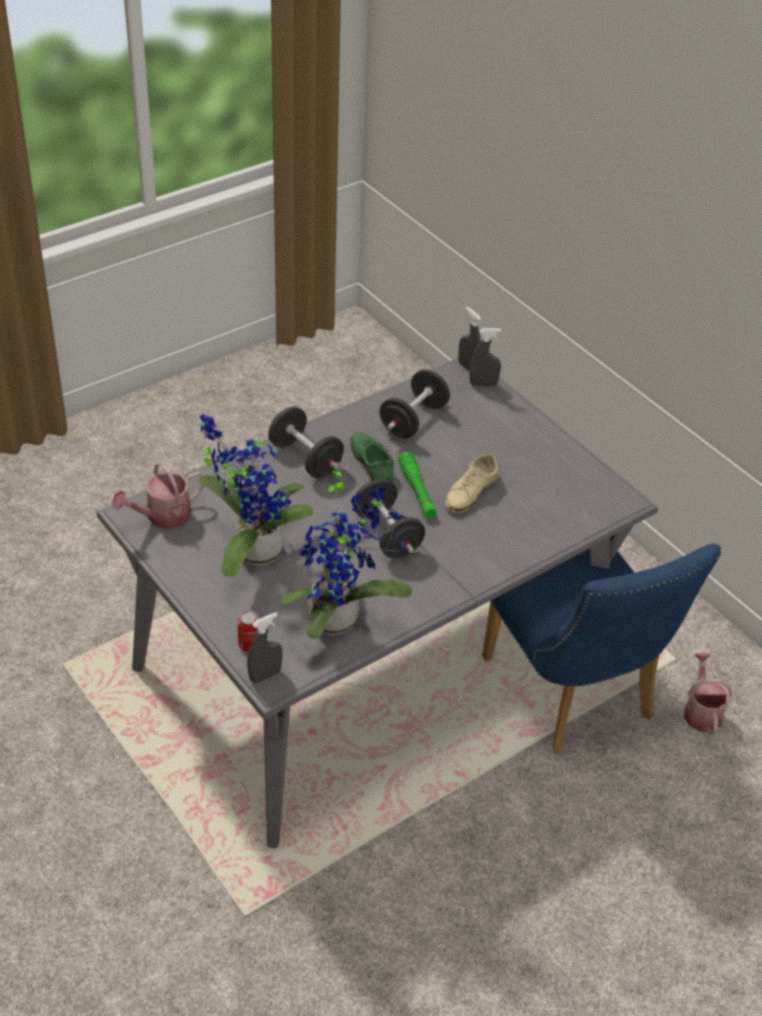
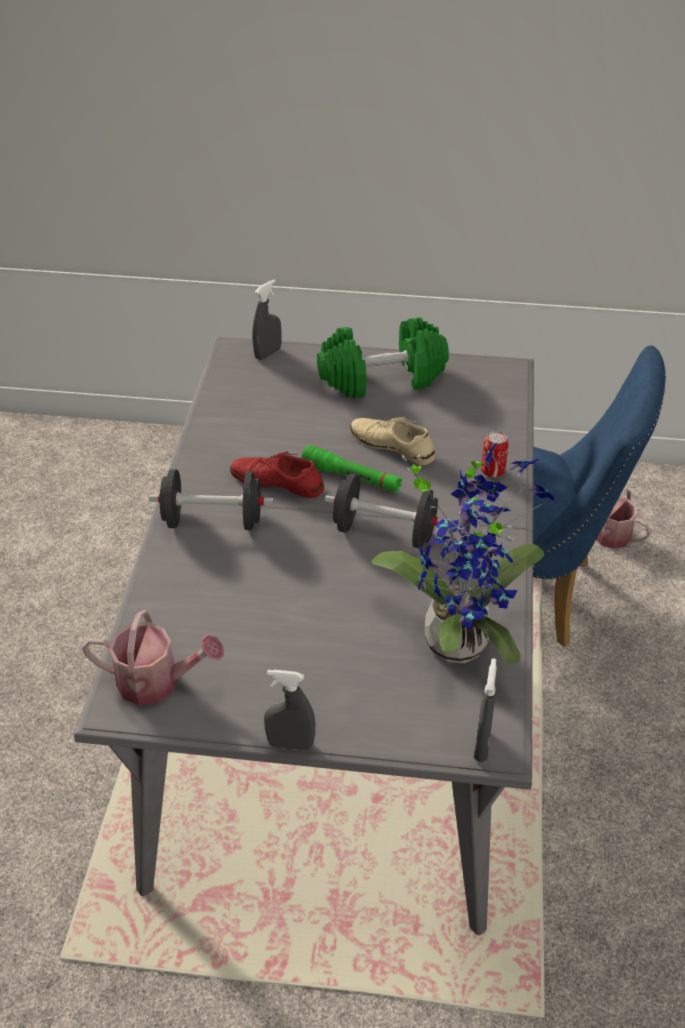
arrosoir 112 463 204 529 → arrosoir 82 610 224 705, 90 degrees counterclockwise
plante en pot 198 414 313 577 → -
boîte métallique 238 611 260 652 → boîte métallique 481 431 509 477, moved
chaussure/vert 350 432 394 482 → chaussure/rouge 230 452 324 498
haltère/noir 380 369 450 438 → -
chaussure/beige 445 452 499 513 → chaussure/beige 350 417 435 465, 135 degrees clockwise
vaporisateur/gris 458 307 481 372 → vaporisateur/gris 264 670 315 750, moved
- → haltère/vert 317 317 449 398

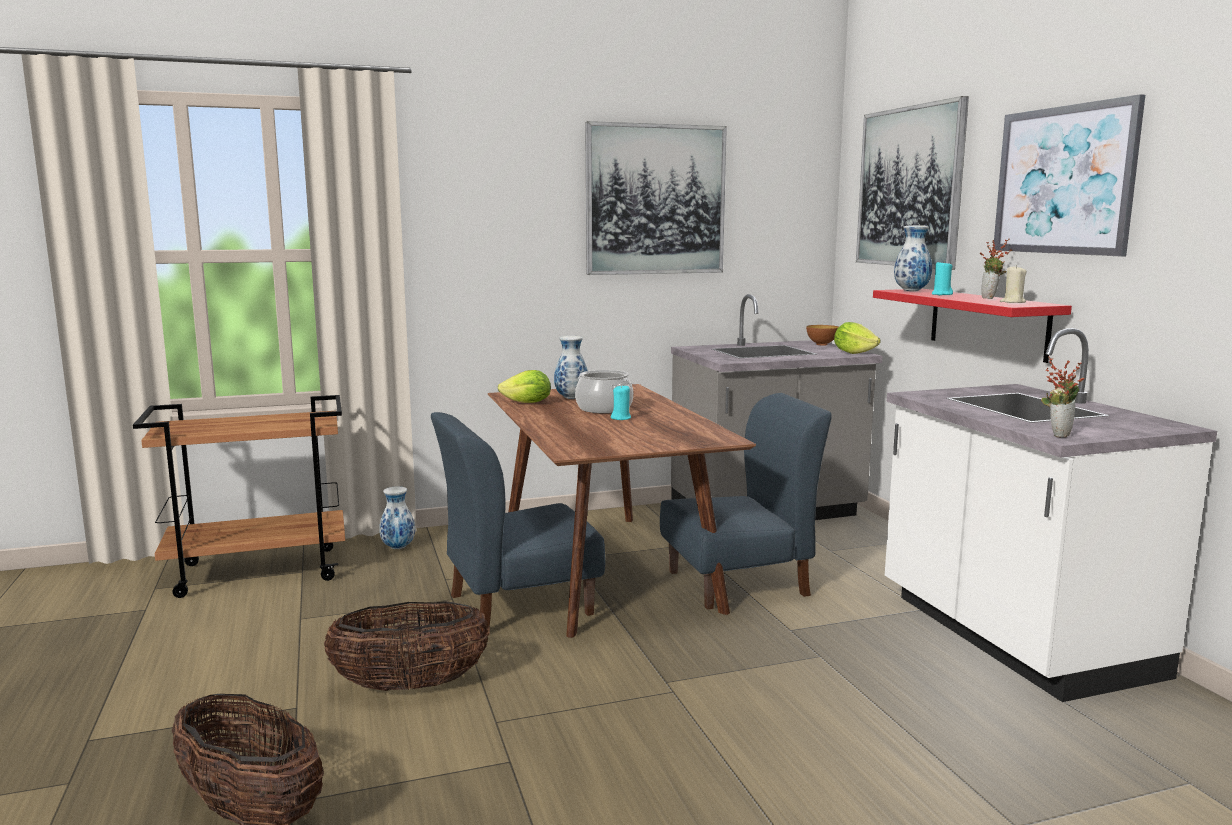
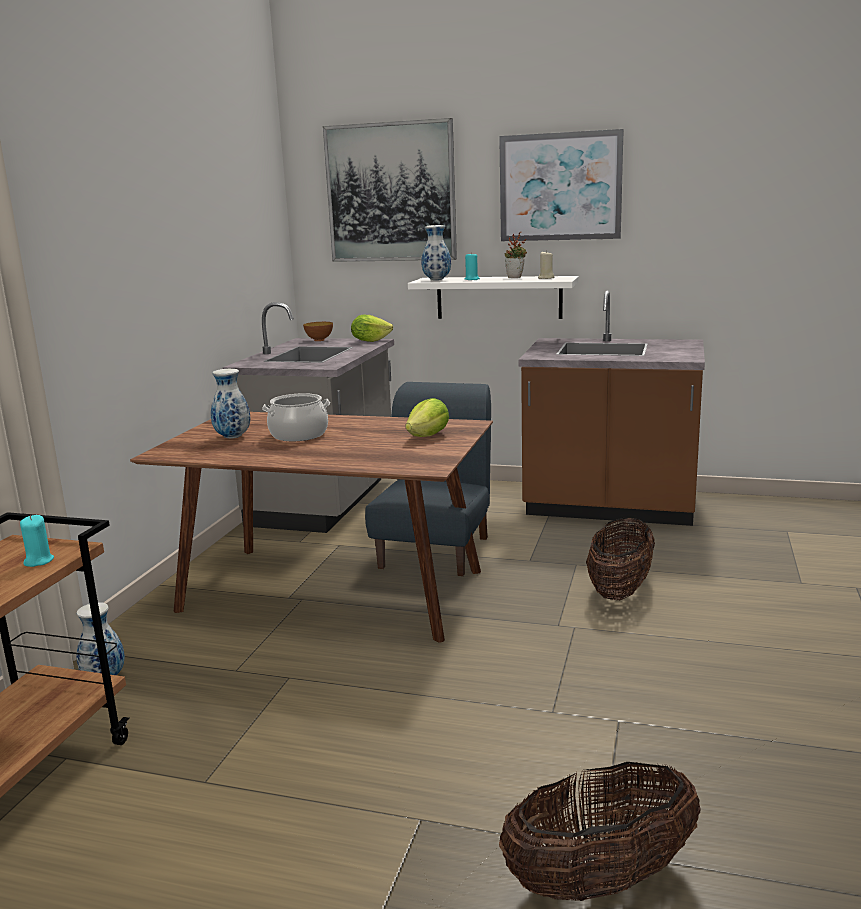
panier 324 601 490 691 → panier 586 518 655 600, moved
chaise/bleu 431 412 605 626 → -
laitue 498 370 551 403 → laitue 405 398 449 437, moved
tableau 585 121 727 275 → -
bougie/turquoise 611 384 631 420 → bougie/turquoise 20 515 54 567, moved
étagère/rouge 873 289 1072 363 → étagère/blanc 408 276 579 319
comptoir de cuisine/blanc 885 328 1217 702 → comptoir de cuisine/marron 519 290 705 526
plante en pot 1041 356 1085 437 → -

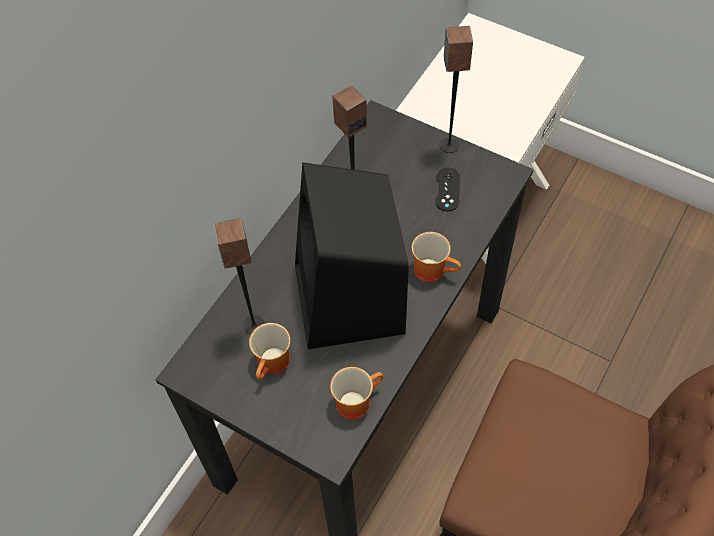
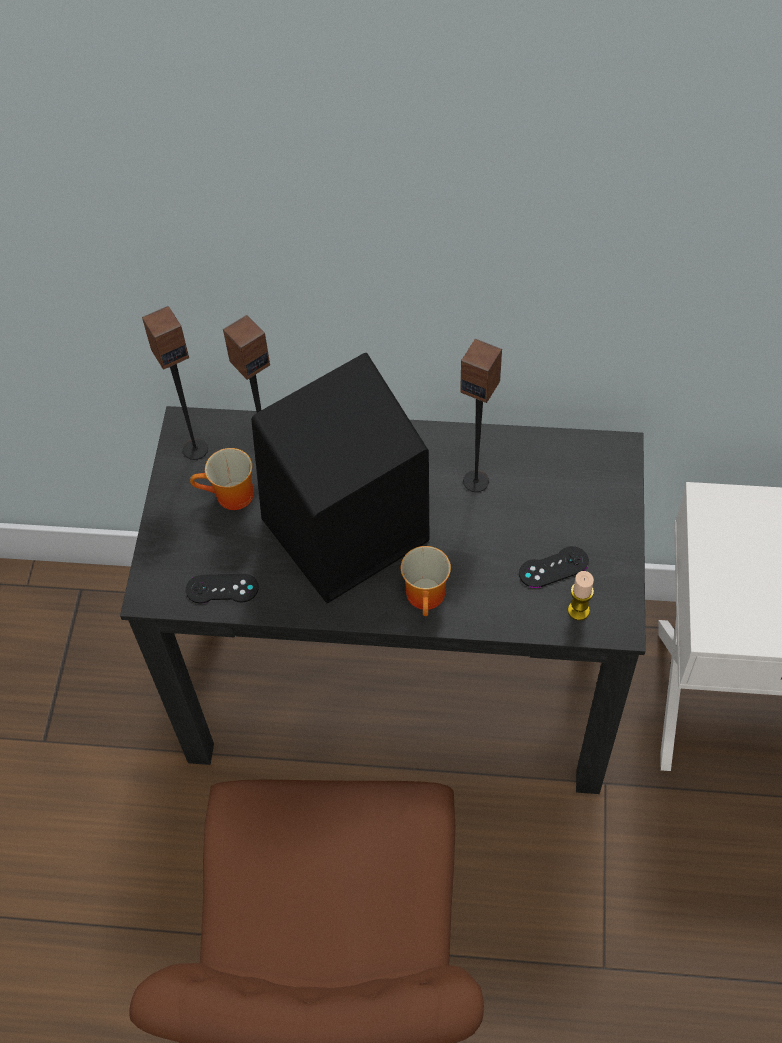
mug 330 367 383 420 → manette/noir 186 574 259 604
enceinte 440 26 473 153 → enceinte 142 306 208 460, moved
- → bougie 568 571 594 621

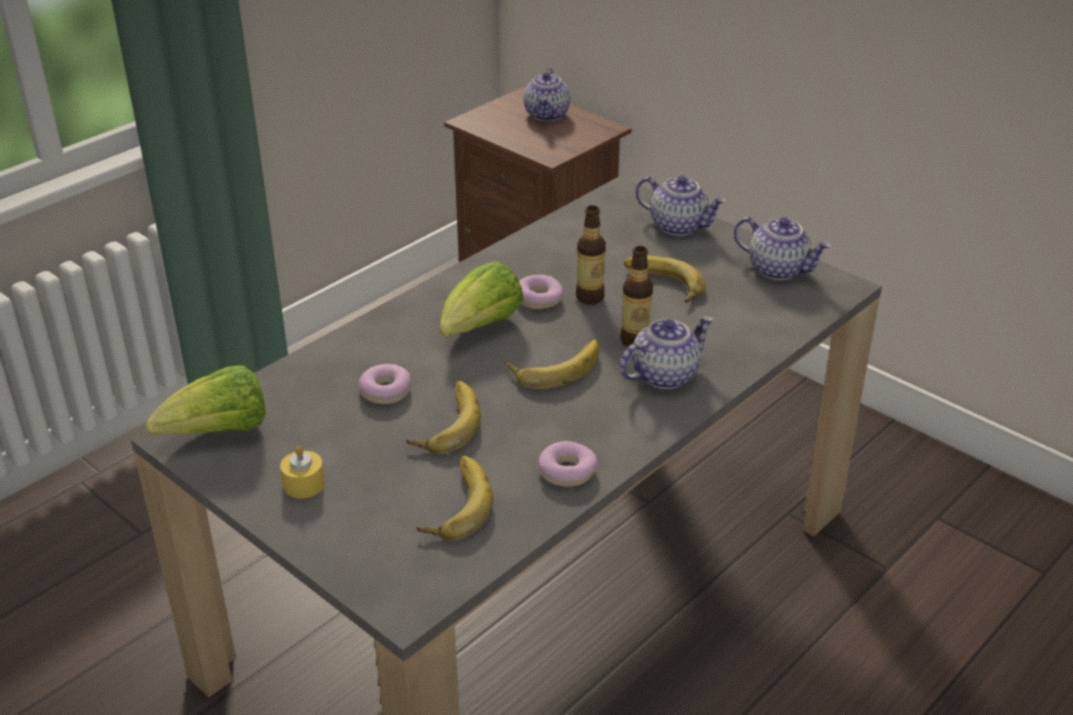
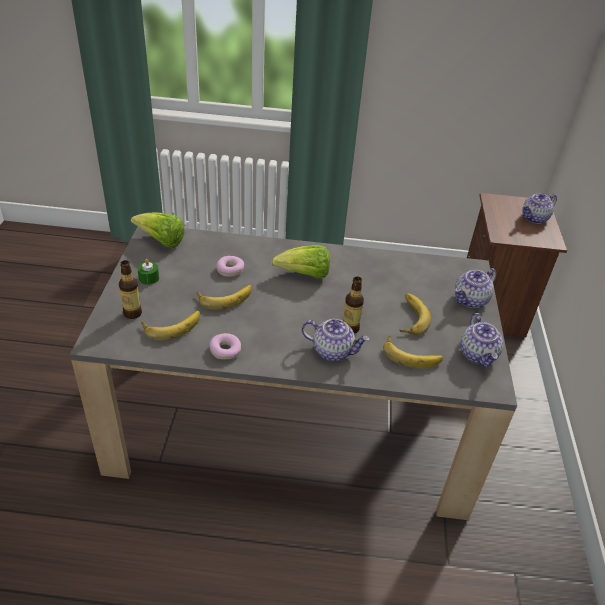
bougie/jaune 280 446 325 499 → bougie/vert 137 259 159 285
banane 506 339 599 389 → banane 383 334 443 368, moved
beignet 519 275 564 309 → -
bouteille 576 205 606 305 → bouteille 119 260 142 319, moved
théière 636 175 726 236 → théière 455 268 496 308, 60 degrees clockwise

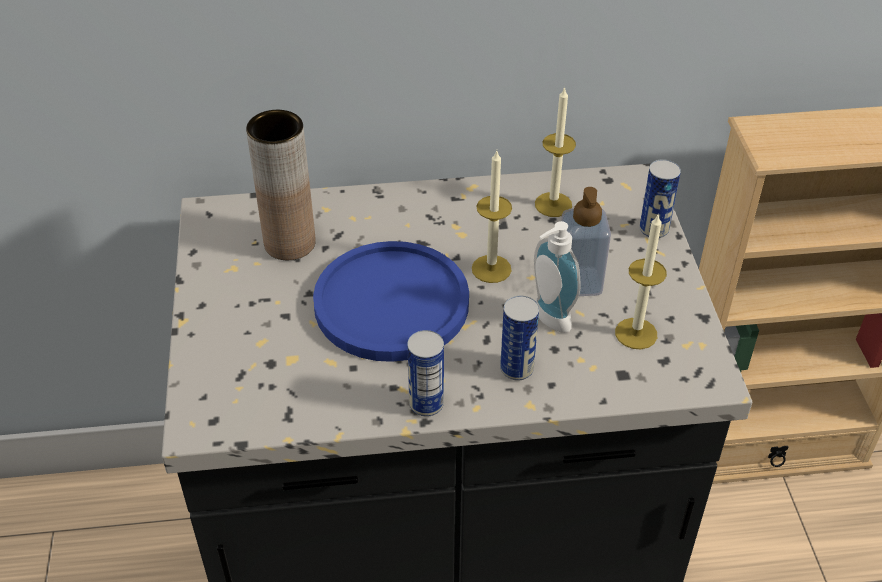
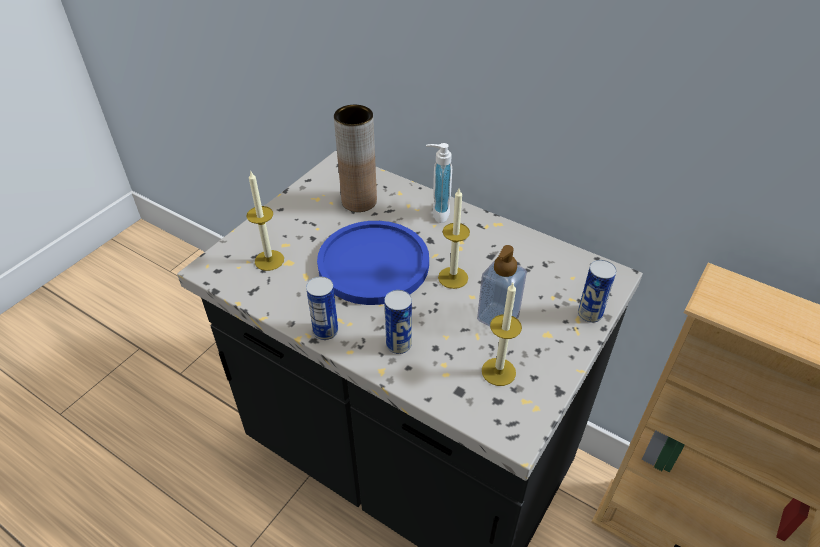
distributeur de savon 534 221 580 333 → distributeur de savon 426 143 452 223, moved
bougie 535 87 576 217 → bougie 246 172 284 271, moved

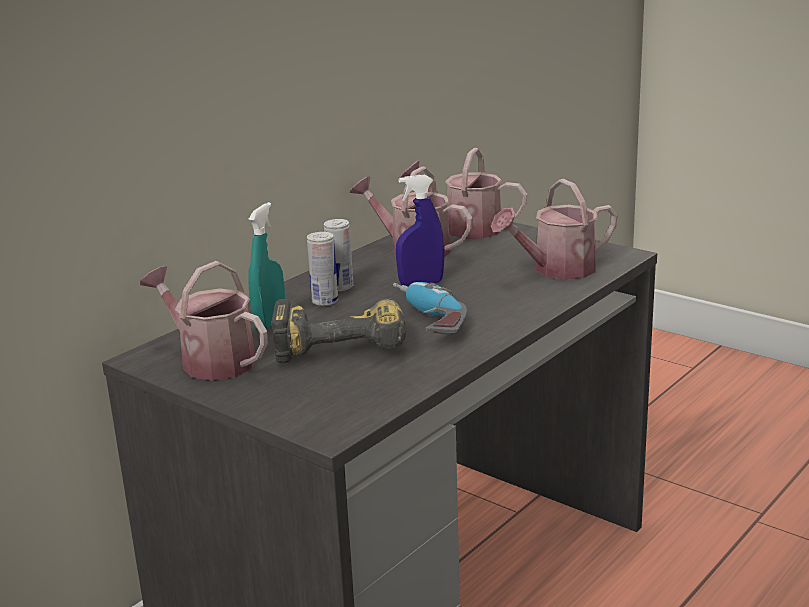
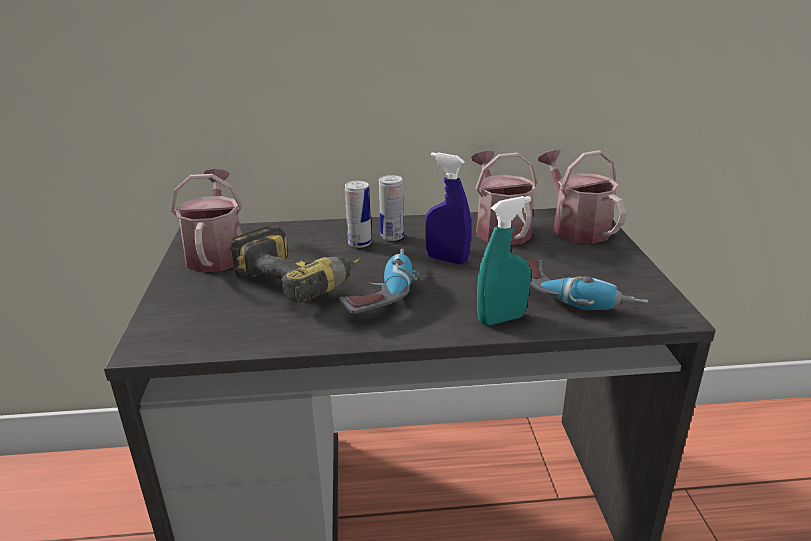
vaporisateur/turquoise 249 202 285 330 → vaporisateur/turquoise 477 196 531 325, moved
arrosoir 491 179 617 280 → perceuse 526 260 648 310

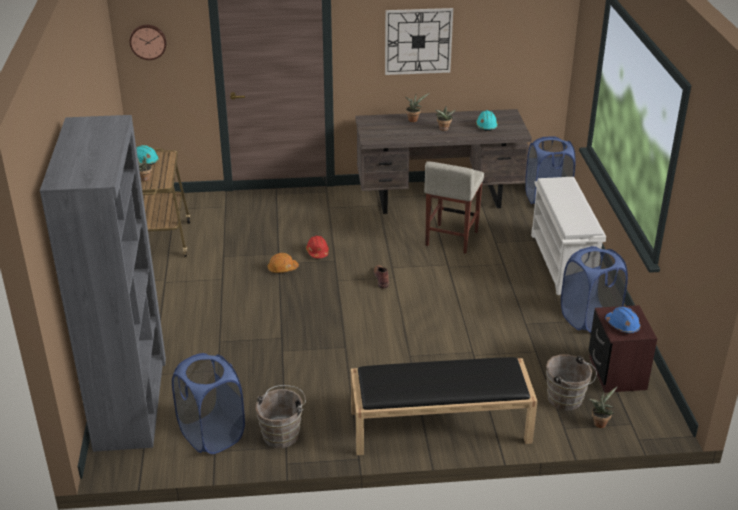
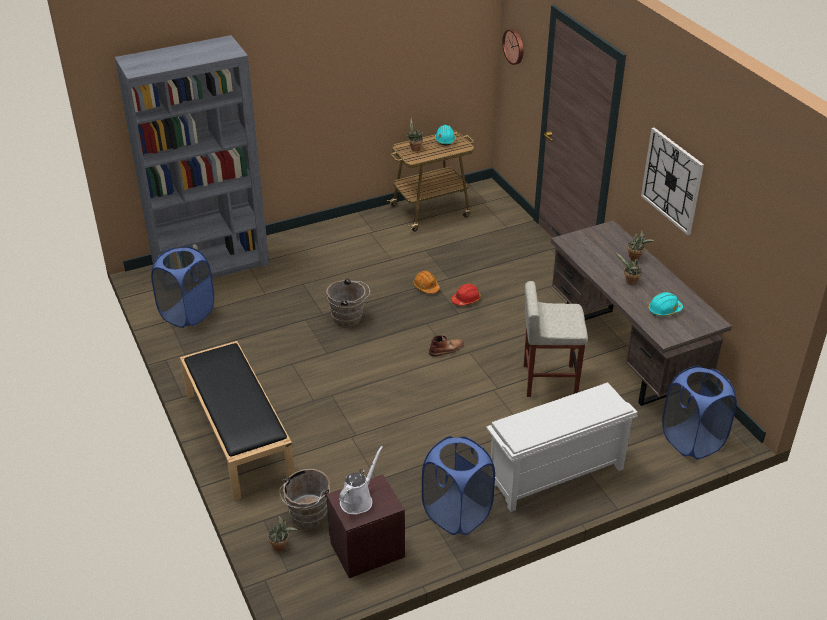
seau/marron 255 385 306 448 → seau/marron 326 278 370 327, moved
casque de chantier/bleu 605 306 641 334 → arrosoir/blanc 339 446 383 515

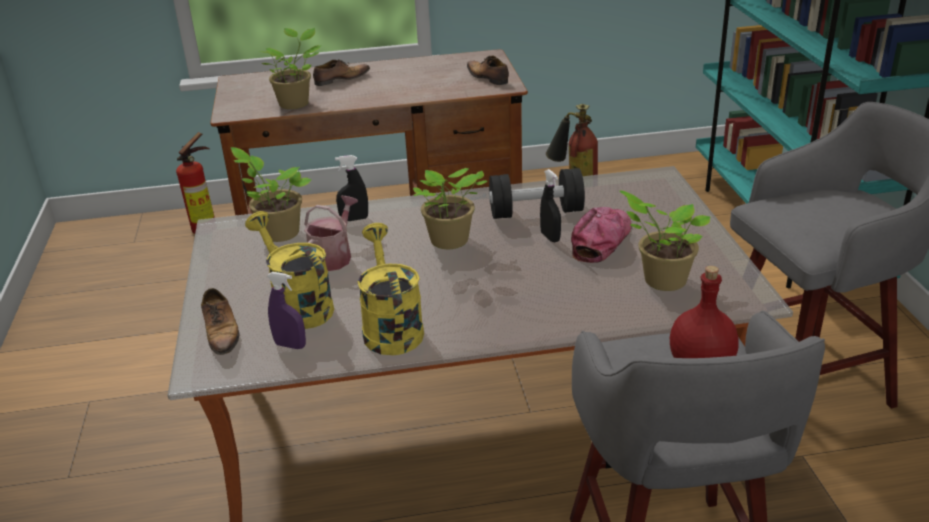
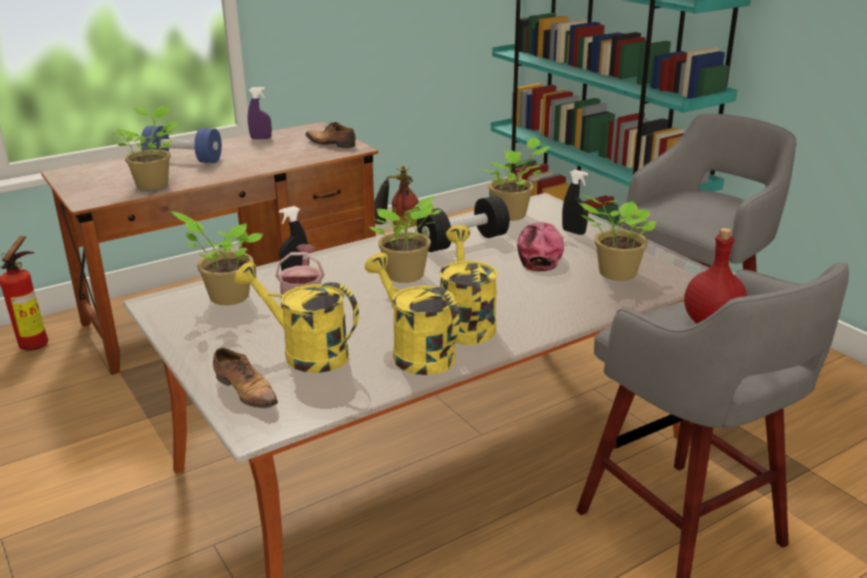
vaporisateur/violet 267 272 306 349 → vaporisateur/violet 248 87 272 139, moved
chaussure 313 59 370 86 → haltère/bleu 141 126 222 163
vaporisateur/noir 540 169 561 243 → vaporisateur/noir 562 170 588 235, moved
- → arrosoir/jaune 439 225 498 345
- → plante en pot 479 137 550 221

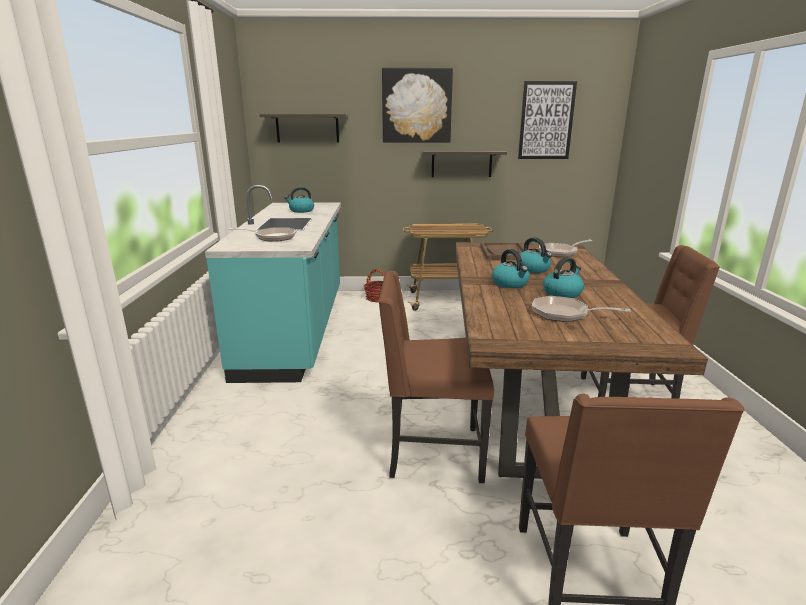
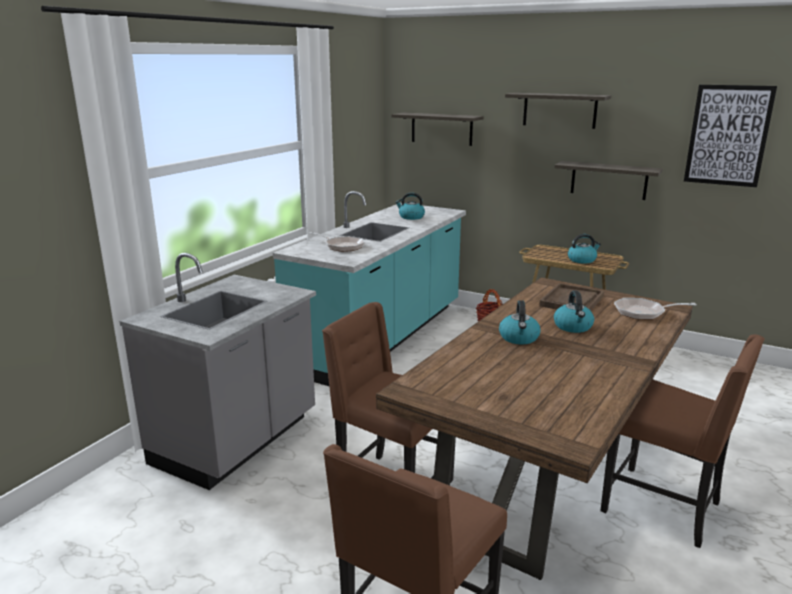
tableau 382 68 453 143 → étagère 505 93 611 129
poêle 532 296 631 322 → -
bouilloire 543 257 584 298 → bouilloire 568 234 601 264, moved
- → comptoir de cuisine/gris 119 253 316 490

